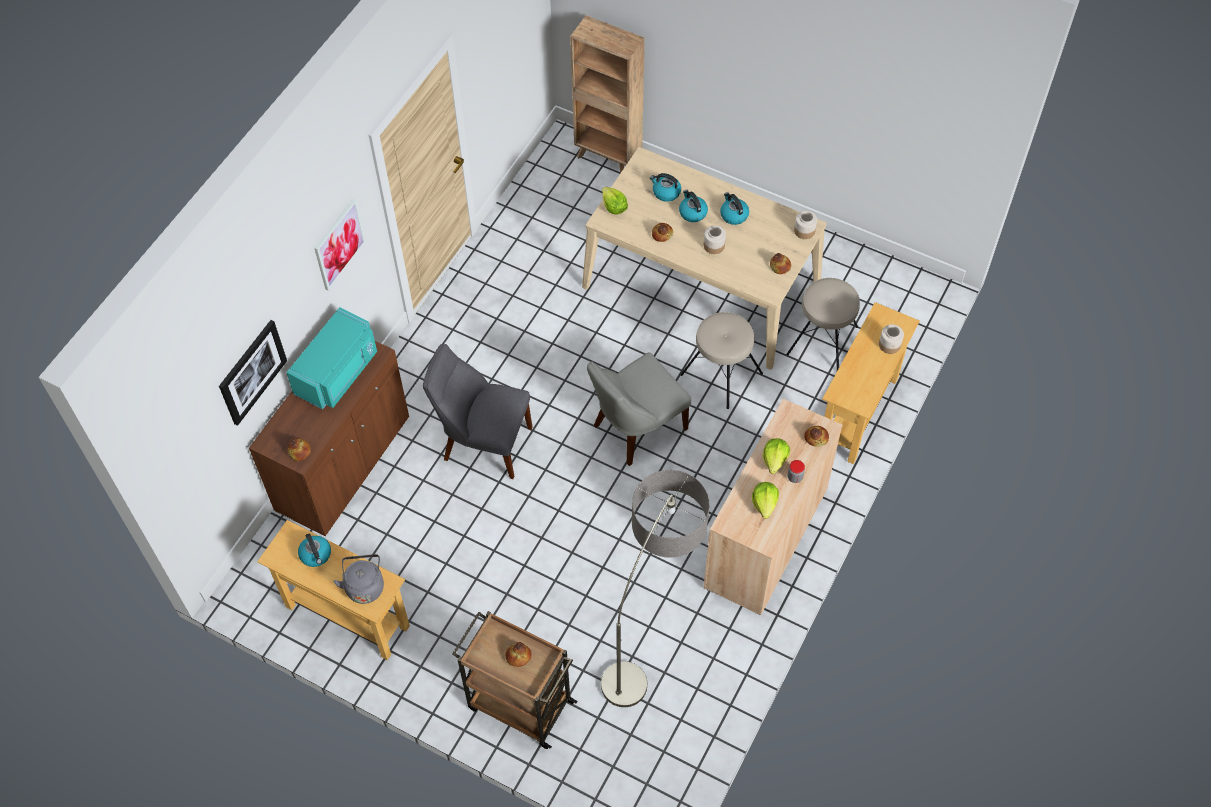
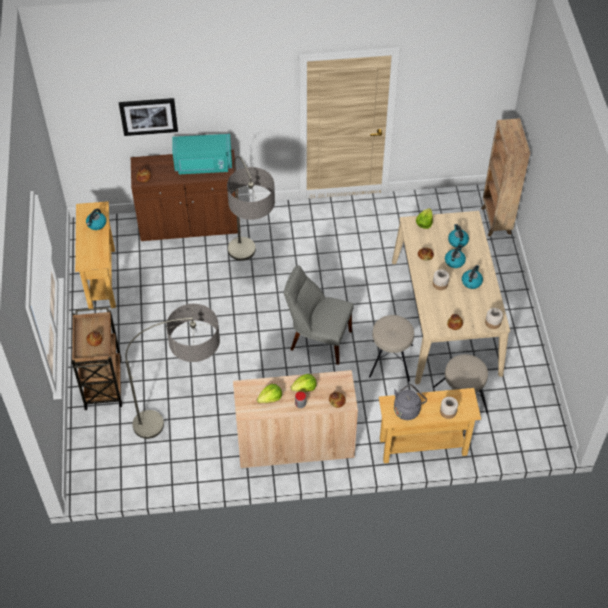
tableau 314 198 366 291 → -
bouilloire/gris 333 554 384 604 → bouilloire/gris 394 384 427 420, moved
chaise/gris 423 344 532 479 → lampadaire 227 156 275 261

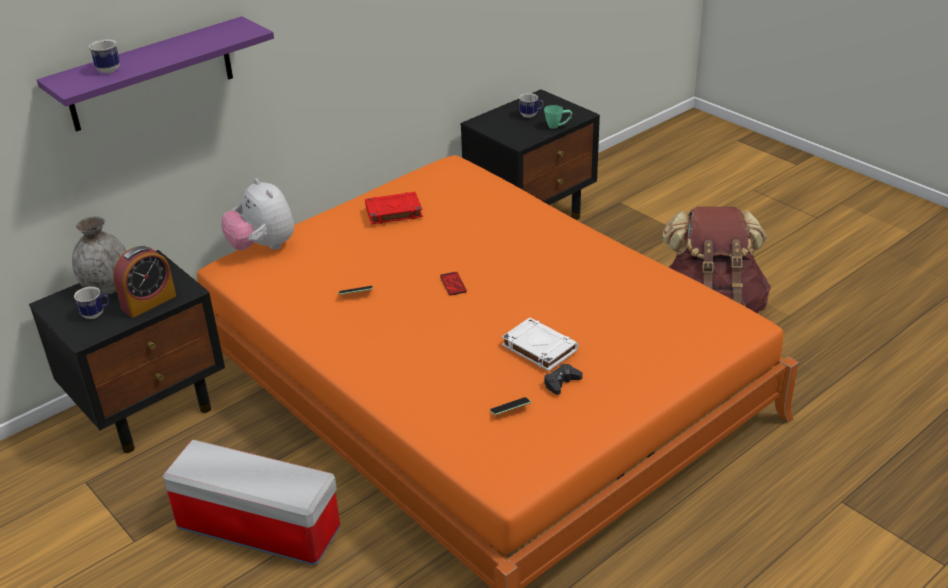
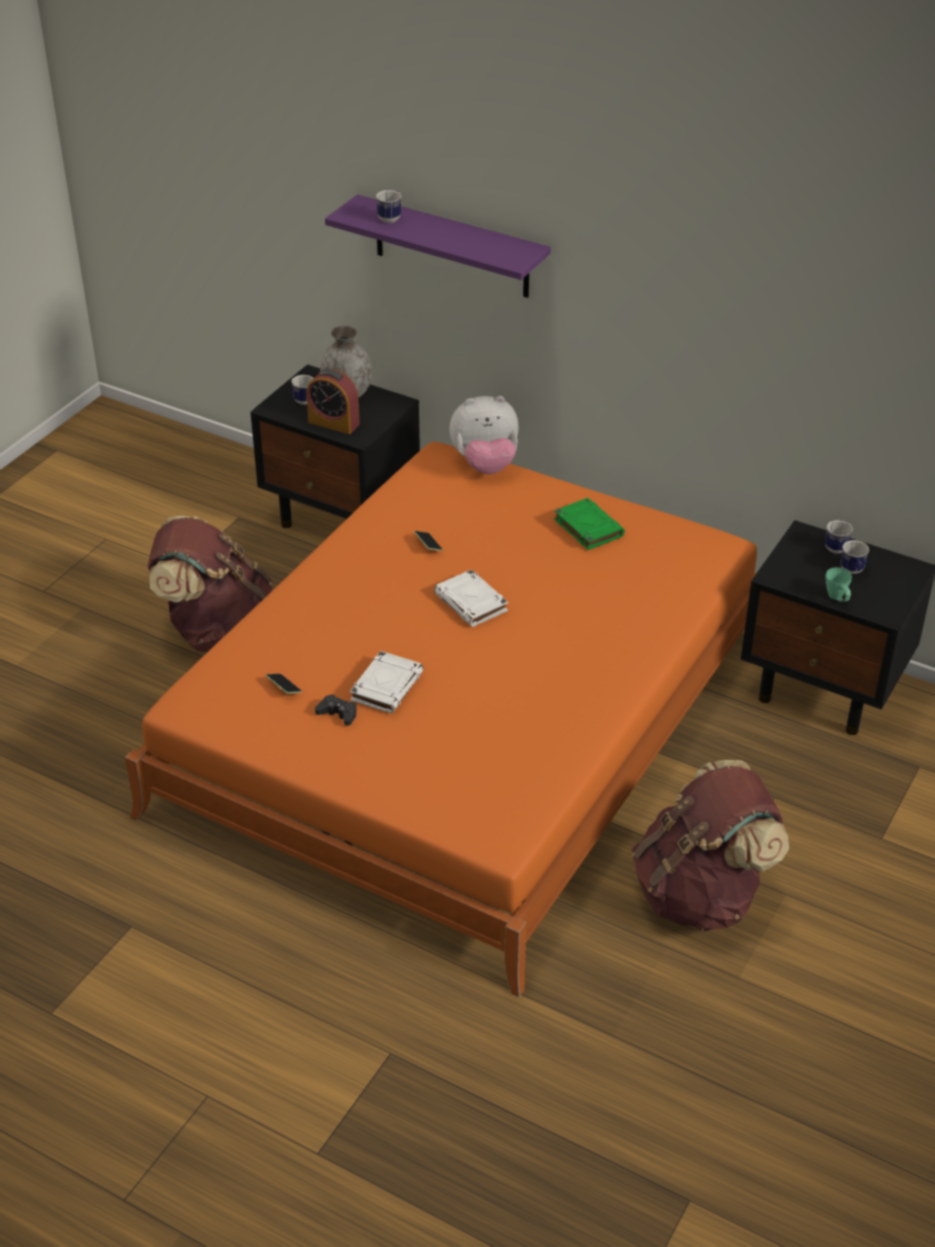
boîte de rangement 163 440 340 566 → sac à dos/marron 148 516 272 652
peluche 222 178 294 250 → peluche 450 396 519 474, 135 degrees counterclockwise
livre/rouge 365 192 423 225 → livre/vert 554 498 625 550
téléphone 440 272 467 295 → livre/blanc 434 569 508 627
- → mug 825 520 853 554

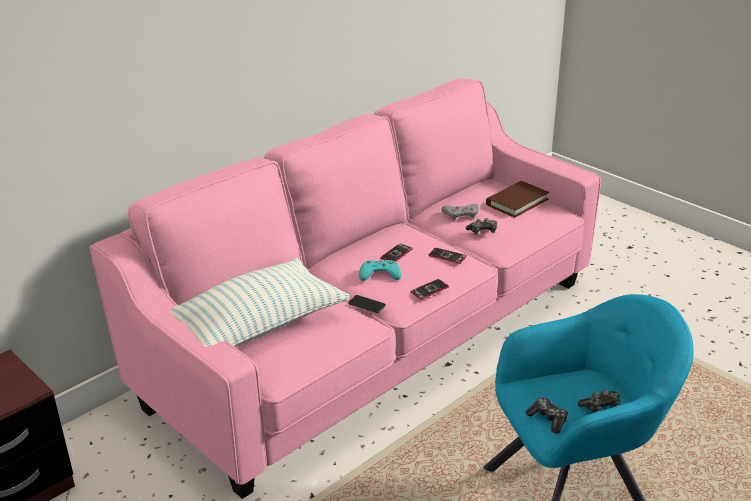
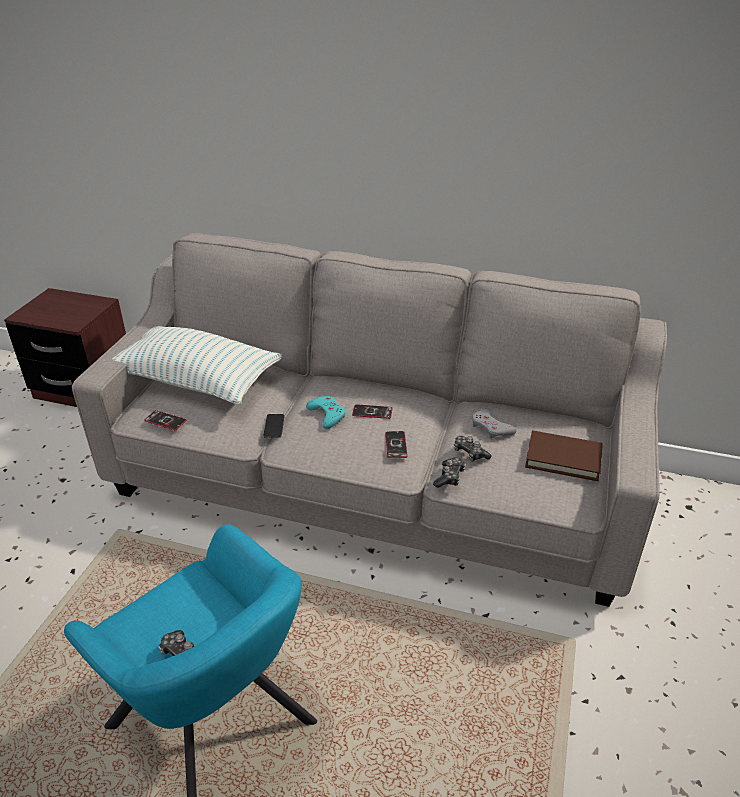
canapé/rose 89 78 601 499 → canapé/gris 72 233 667 607
téléphone 410 279 449 299 → téléphone 144 410 187 430, moved
manette 526 397 568 434 → manette 433 457 466 488, moved

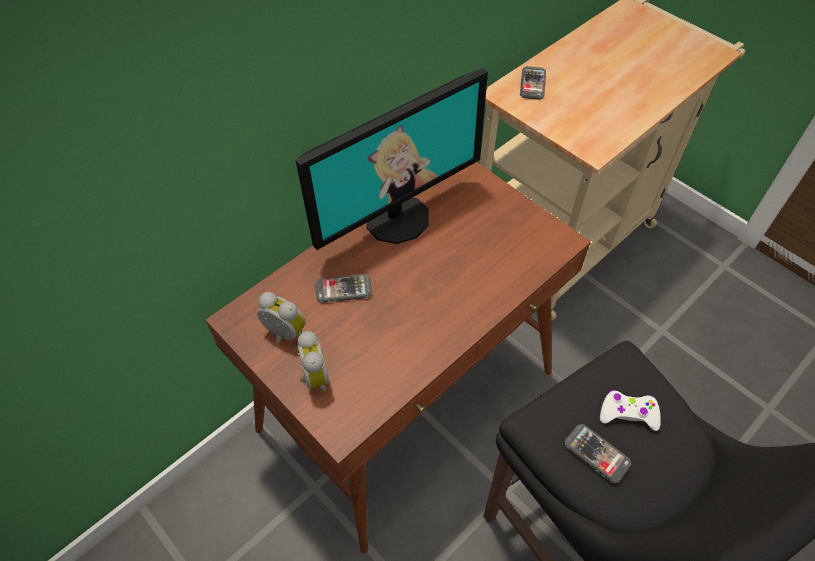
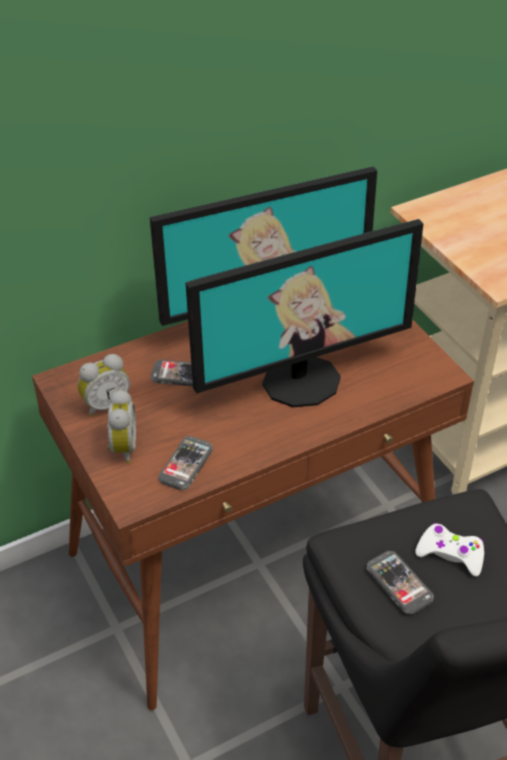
réveil 257 292 306 345 → réveil 77 354 130 417, 105 degrees clockwise
téléphone 520 66 546 100 → téléphone 158 436 213 490, moved
- → écran d'ordinateur 185 219 423 407

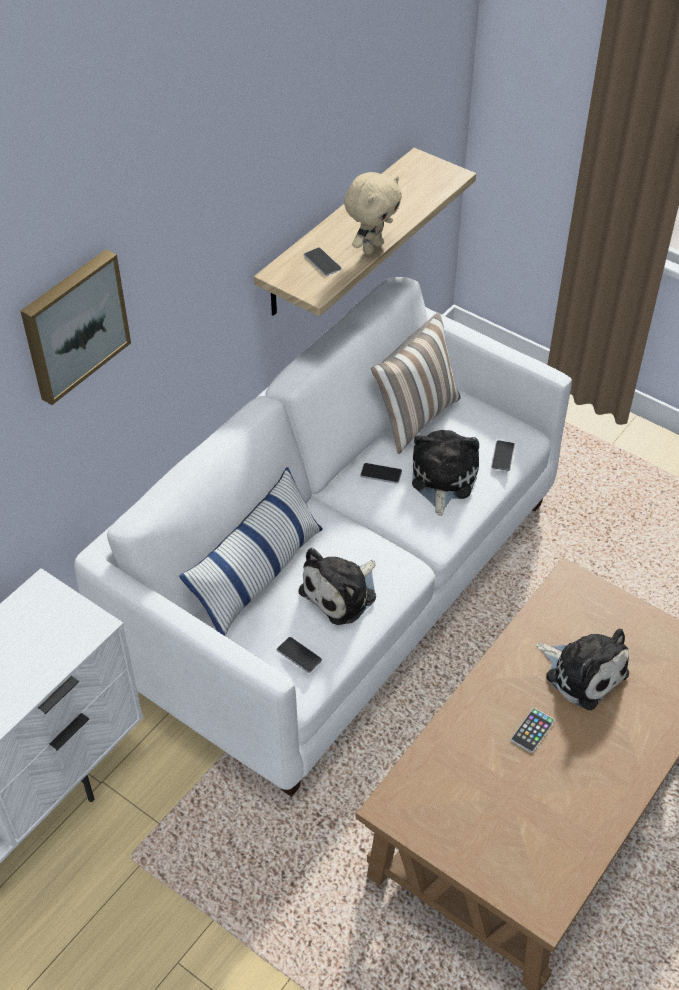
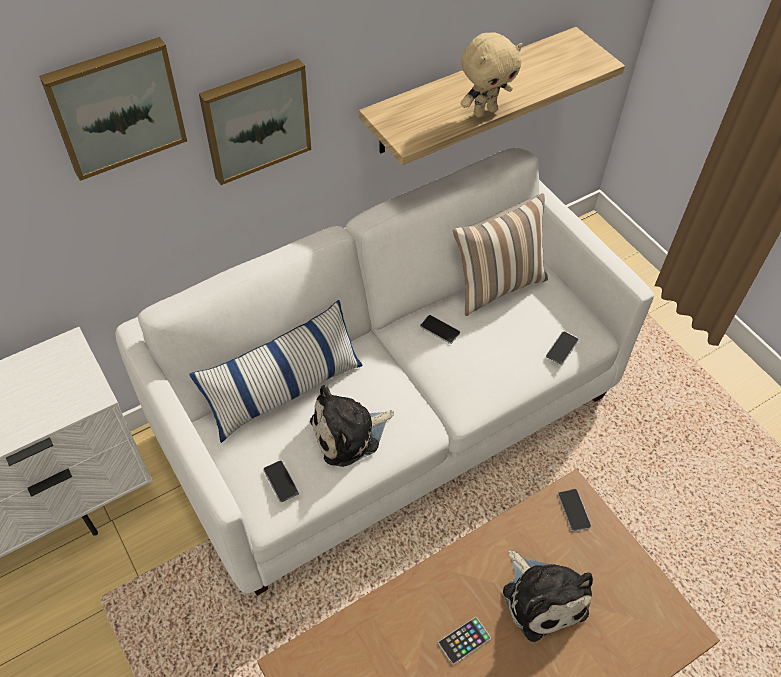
téléphone 304 248 342 276 → téléphone 558 489 591 532, moved
peluche 412 430 479 516 → -
- → tableau 199 58 311 185

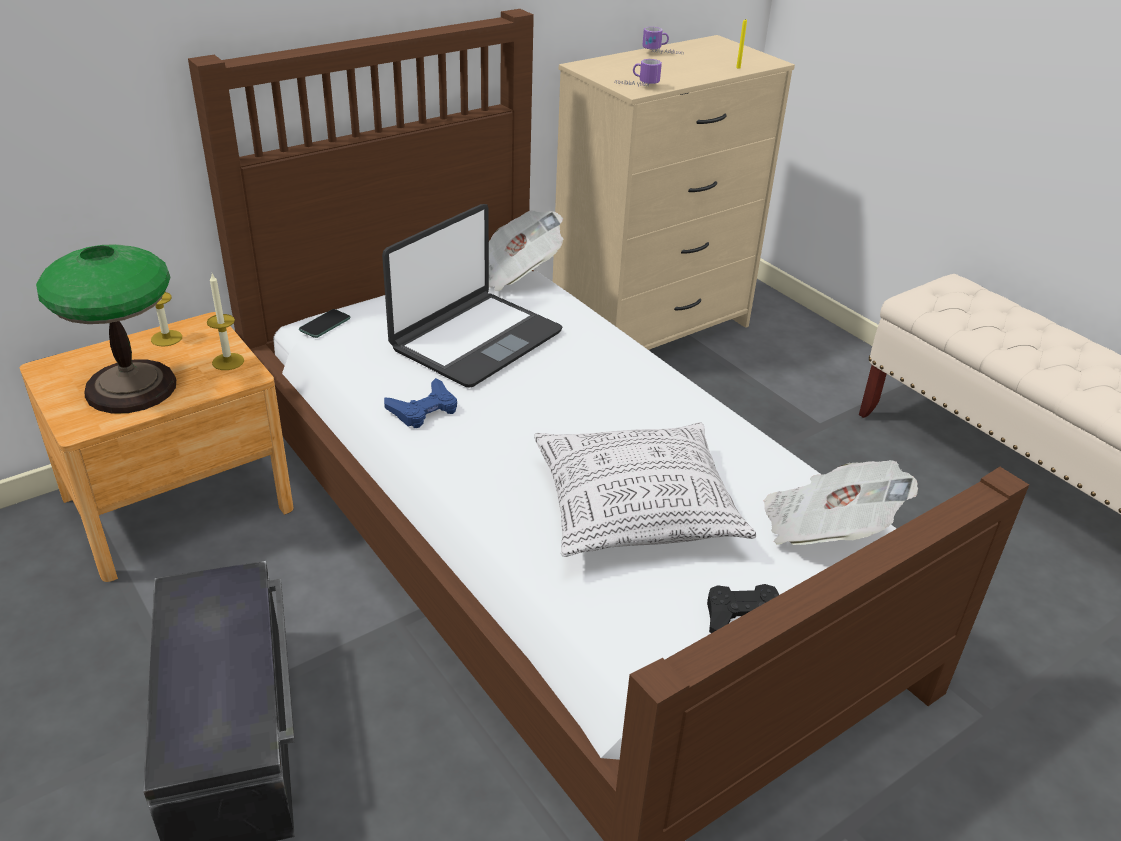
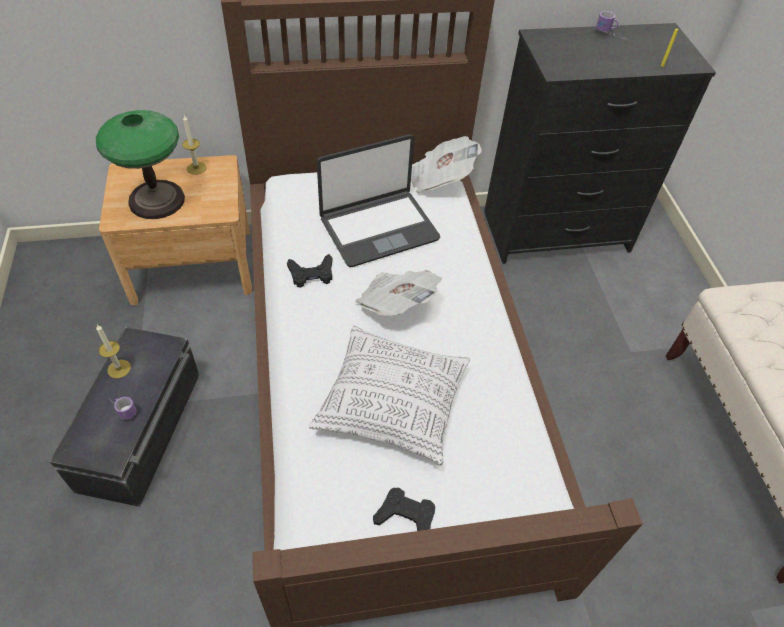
bougie 207 274 244 370 → bougie 96 325 131 379, moved
téléphone 299 309 350 338 → -
manette/bleu 384 378 457 428 → manette/noir 287 254 332 288
commode/beige 553 35 795 350 → commode/noir 484 23 716 264
mug 615 59 662 87 → mug 108 397 137 420, moved
journal 764 460 918 545 → journal 355 270 442 316, moved

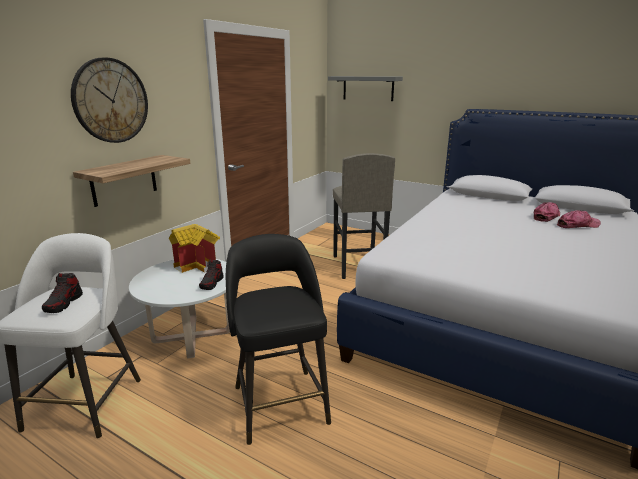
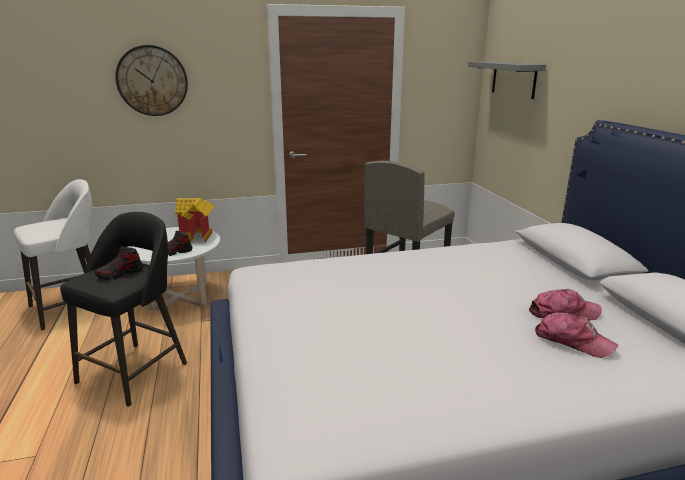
chaussure 42 273 83 313 → chaussure 95 246 143 280, moved
étagère 73 155 190 207 → -

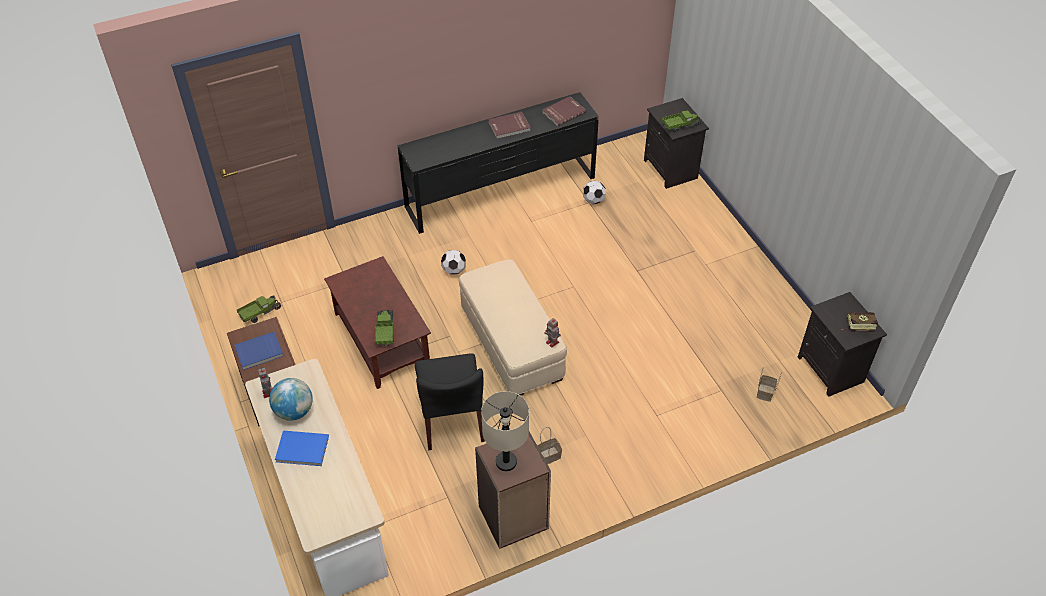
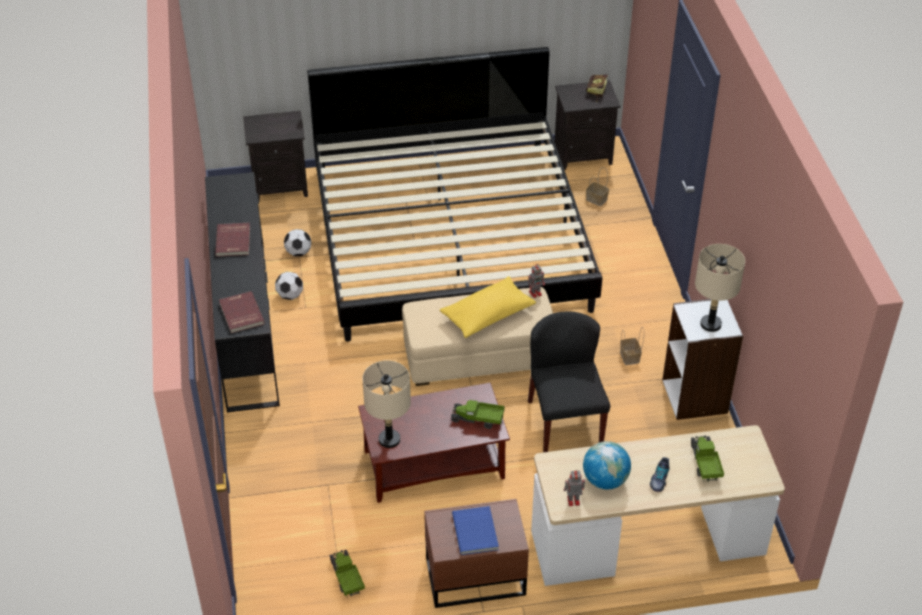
livre/bleu 275 431 329 466 → chaussure 650 457 670 492
chaise/noir 415 353 485 450 → chaise/noir 528 312 610 452, 105 degrees counterclockwise
ballon de foot 441 250 466 274 → ballon de foot 275 272 303 300, moved
bibliothèque/marron 475 431 551 549 → bibliothèque/blanc 662 299 743 420
livre/rouge 542 96 586 126 → livre/rouge 219 291 265 333, moved
camion jouet 662 111 702 133 → camion jouet 691 435 724 482, moved
- → lit 307 47 602 342
- → lampe de table/beige 362 360 411 448
- → coussin/jaune 440 276 536 338

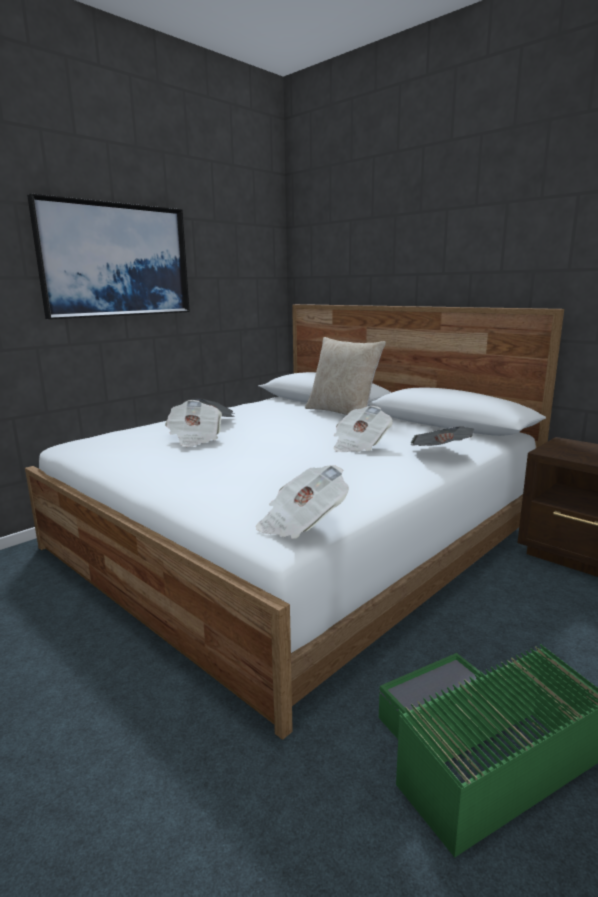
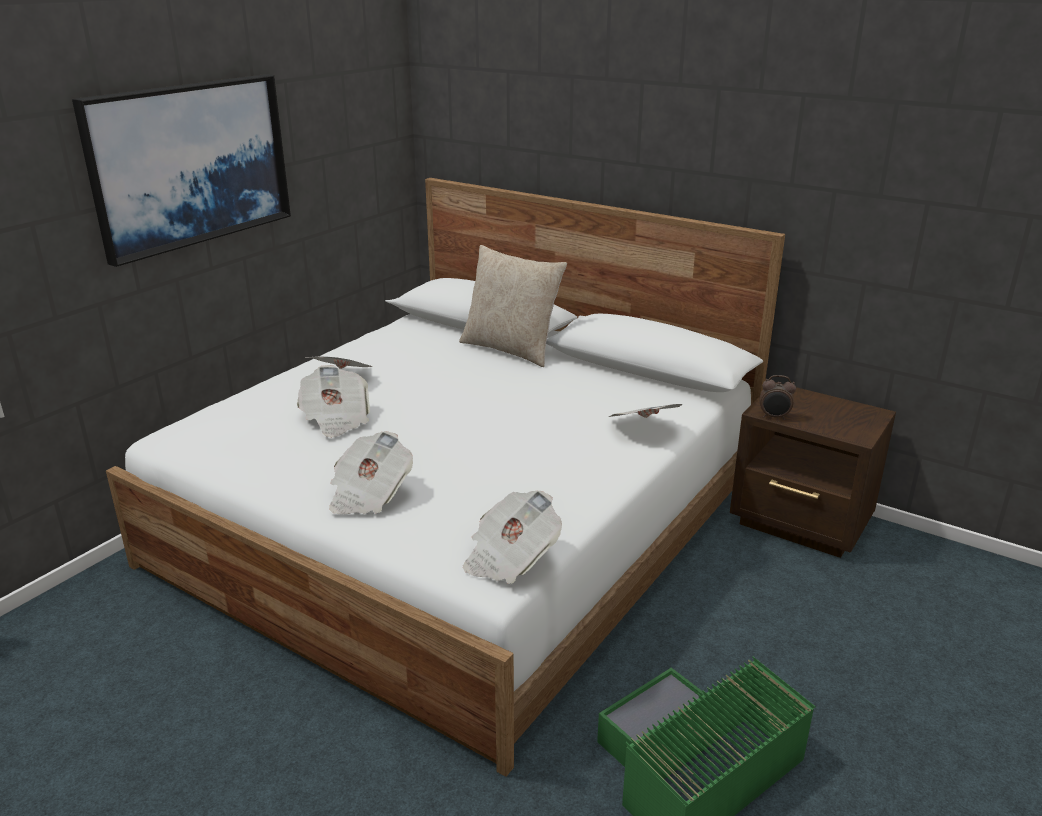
journal 333 406 393 452 → journal 329 431 413 515, moved
- → réveil 759 375 796 420

